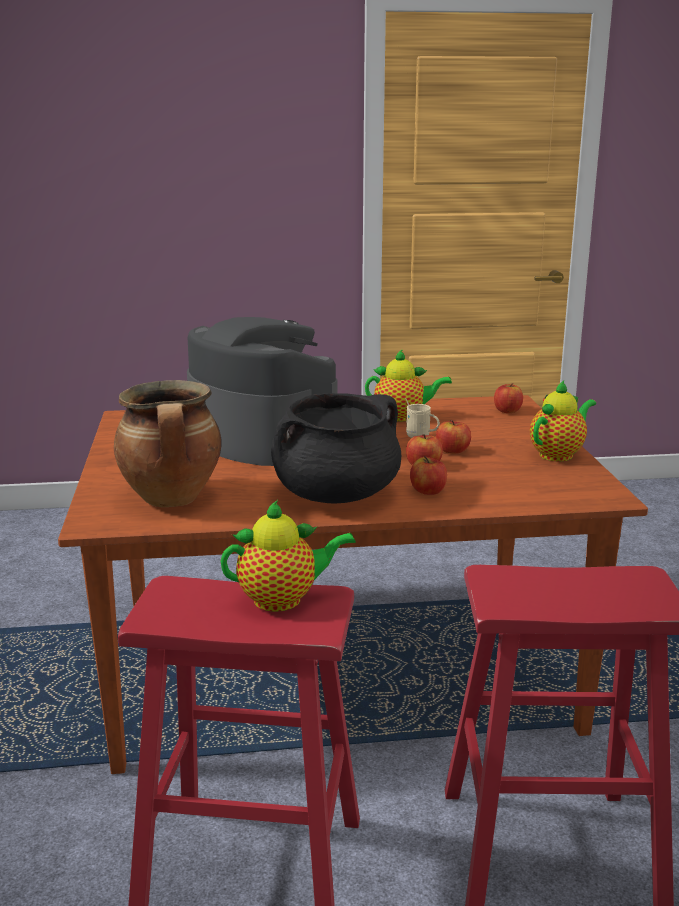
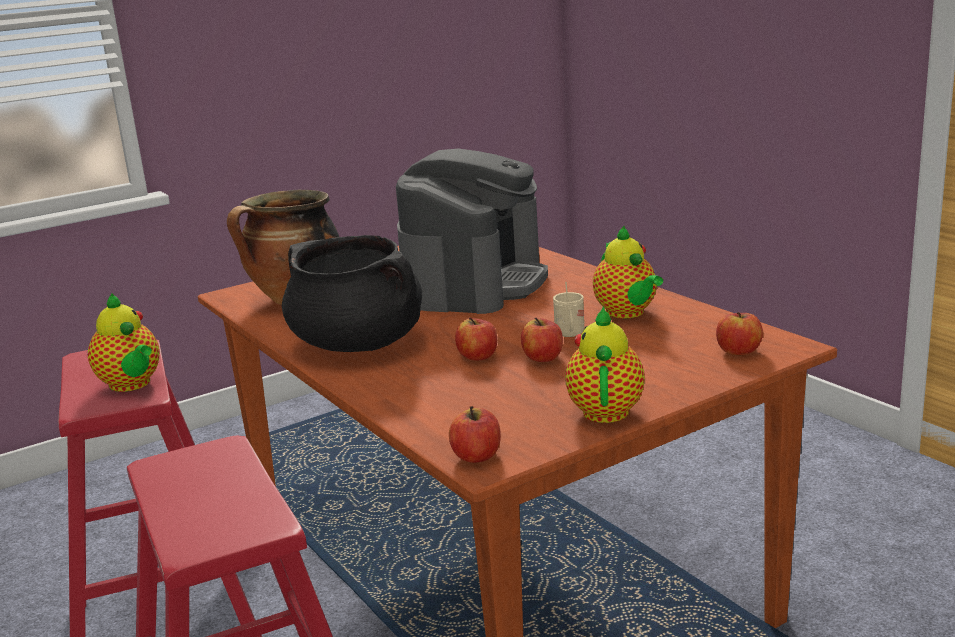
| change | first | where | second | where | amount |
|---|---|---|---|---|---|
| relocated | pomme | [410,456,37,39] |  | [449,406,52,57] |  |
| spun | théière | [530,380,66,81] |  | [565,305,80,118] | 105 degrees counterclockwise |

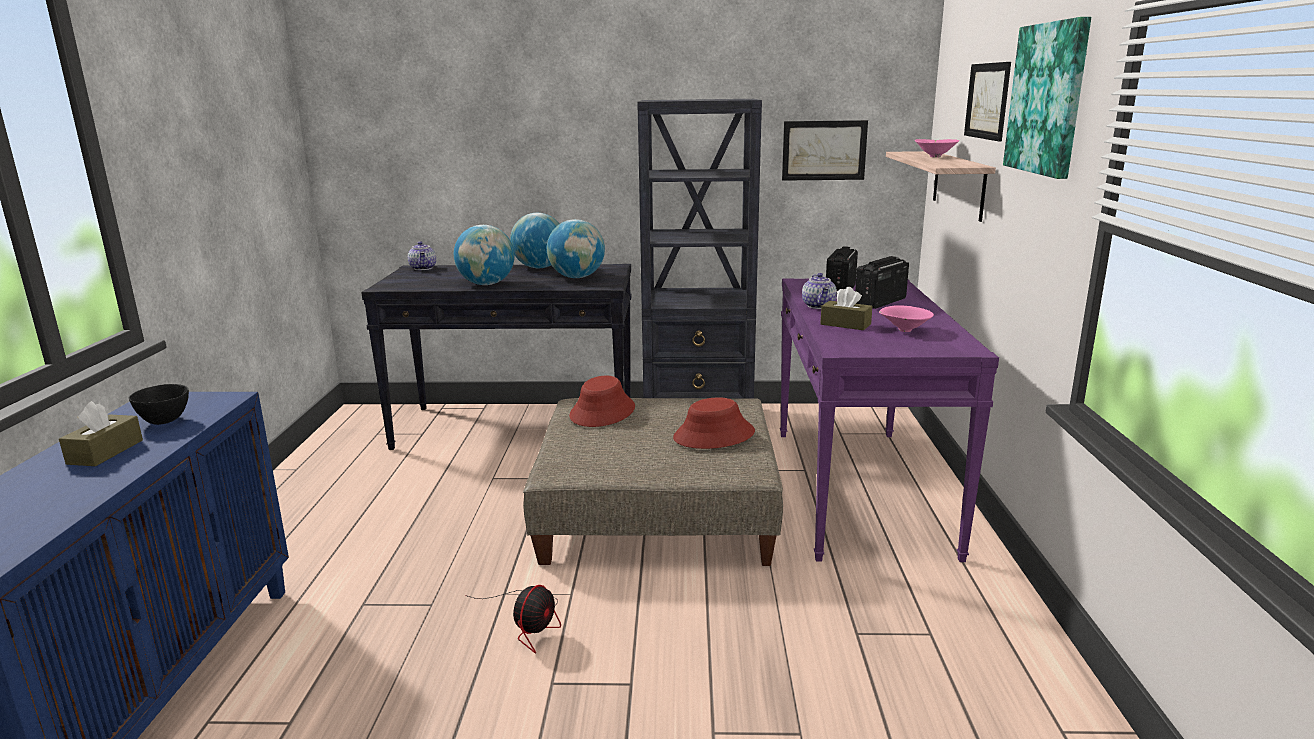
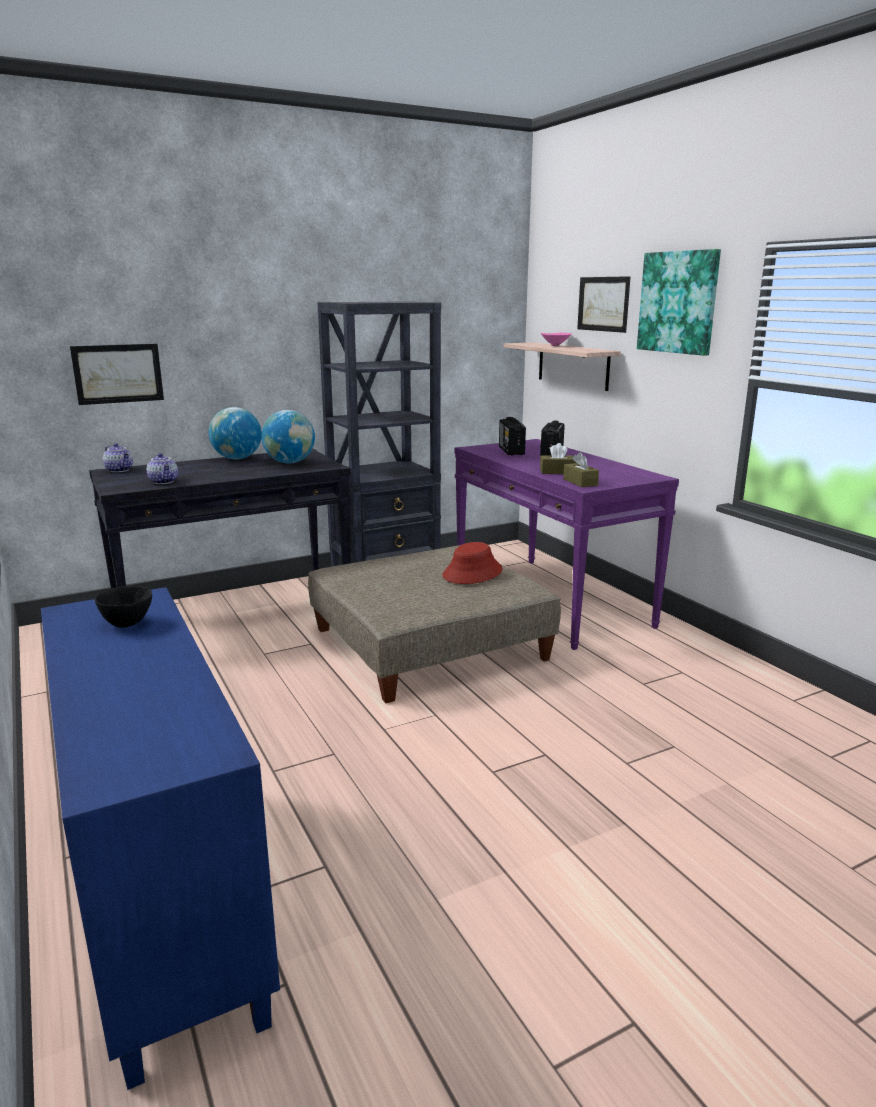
| change | first | where | second | where | amount |
|---|---|---|---|---|---|
| relocated | boîte à mouchoirs (marron) | [59,401,84,65] |  | [563,452,36,35] |  |
| missing | globe | [454,225,61,60] |  |  |  |
| missing | ventilateur | [465,585,96,69] |  |  |  |
| missing | chapeau (rouge) | [569,375,66,52] |  |  |  |
| relocated | tableau | [782,120,86,61] |  | [70,344,94,61] |  |
| relocated | théière | [802,273,35,36] |  | [147,453,31,31] |  |
| missing | bol (rose) | [879,305,55,27] |  |  |  |

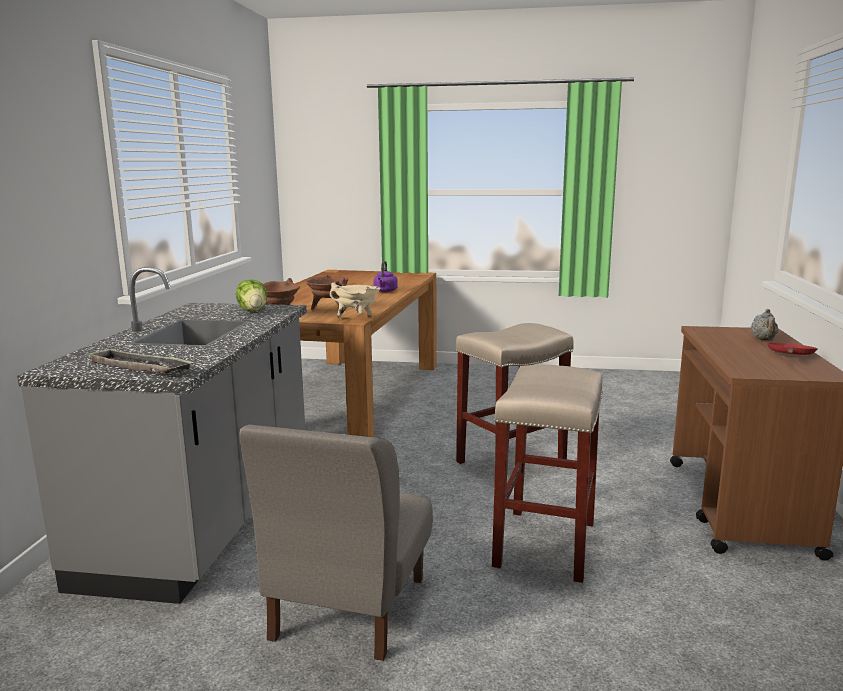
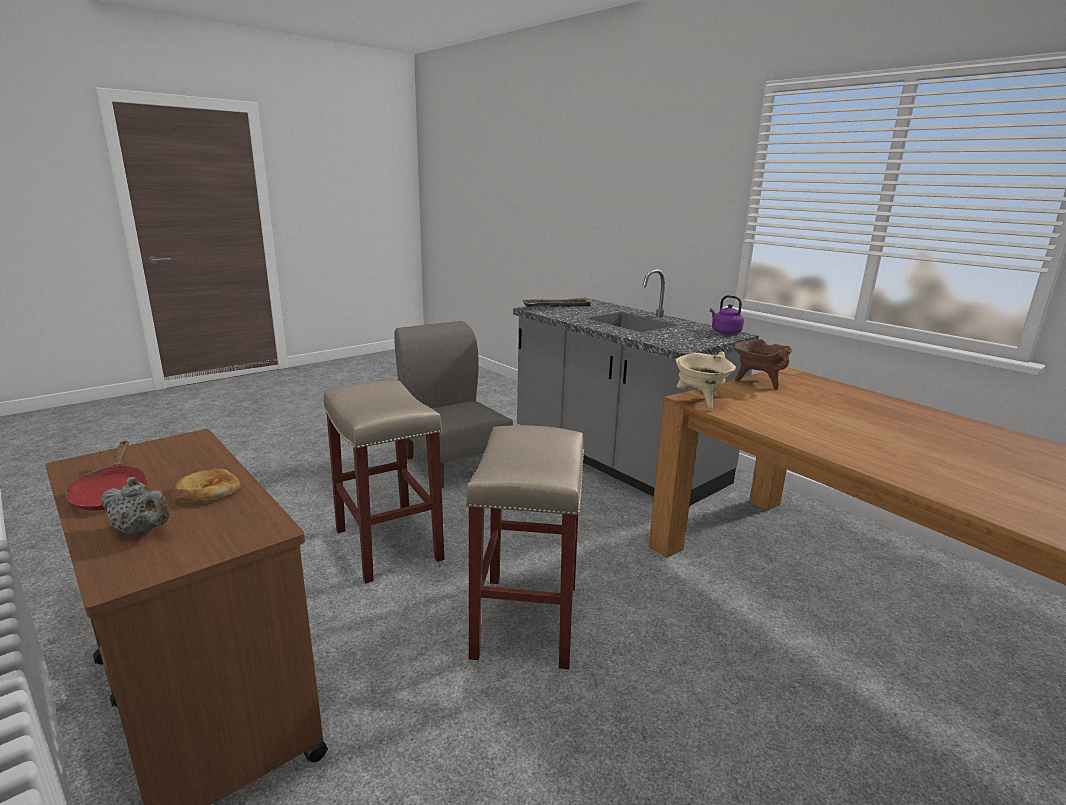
| change | first | where | second | where | amount |
|---|---|---|---|---|---|
| missing | laitue | [236,279,31,32] |  |  |  |
| missing | marmite (marron) | [306,275,43,35] |  |  |  |
| relocated | bouilloire (violet) | [373,261,25,31] |  | [710,295,34,40] |  |
| spun | théière (gris) | [751,309,27,31] |  | [101,477,69,57] | 150 degrees clockwise |
| appeared |  |  | pain | [171,469,70,34] |  |

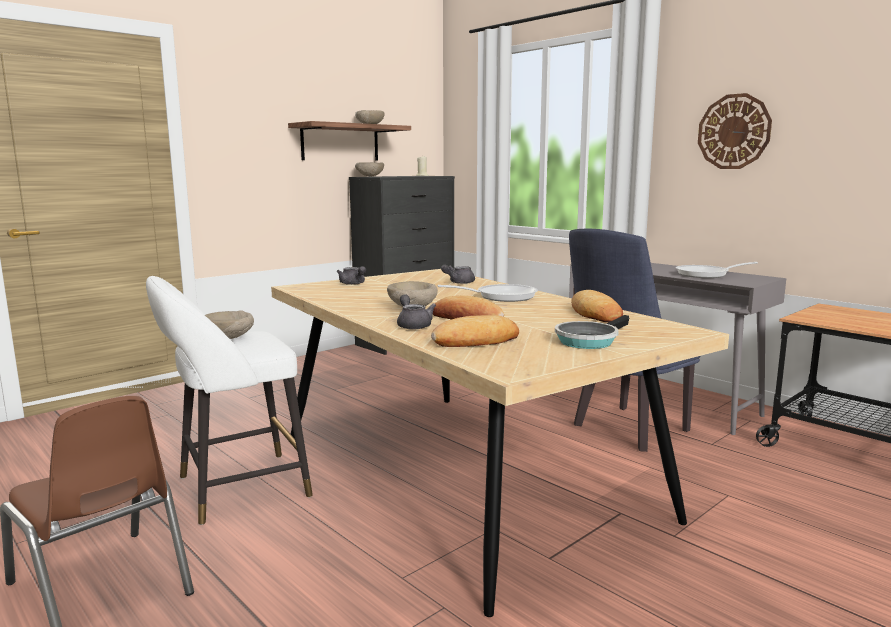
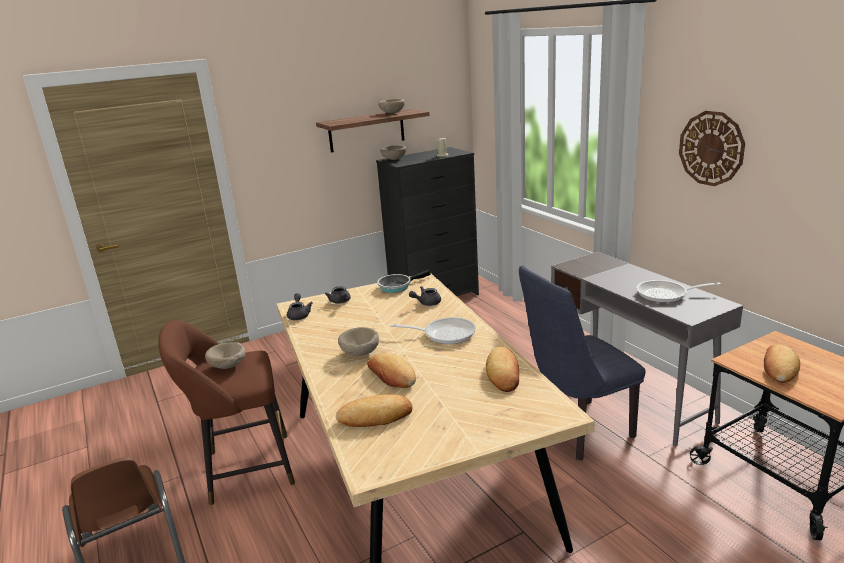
| change | first | where | second | where | amount |
|---|---|---|---|---|---|
| colour | tabouret (blanc) | [146,276,167,249] | tabouret (marron) | [158,320,137,185] |  |
| relocated | théière (gris) | [397,294,39,36] |  | [287,293,26,27] |  |
| relocated | poêle | [555,315,74,34] |  | [377,270,54,23] |  |
| appeared |  |  | pain | [764,344,36,39] |  |

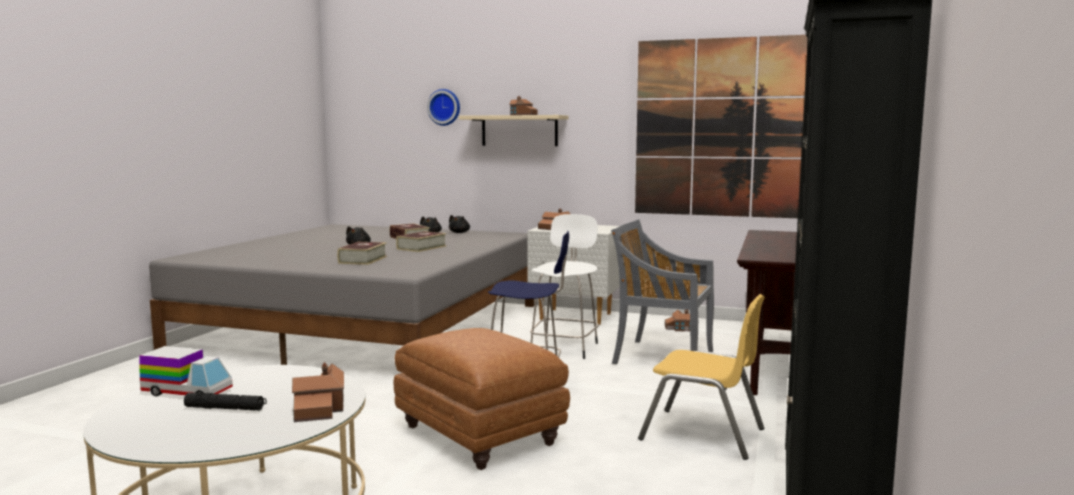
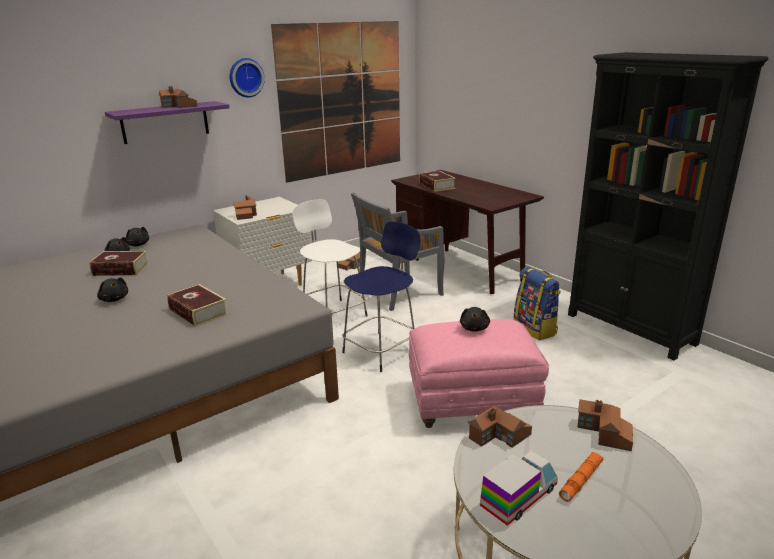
| change | first | where | second | where | amount |
|---|---|---|---|---|---|
| colour | lampe de poche (noir) | [184,393,83,18] | lampe de poche (orange) | [559,452,44,50] |  |
| colour | pouf (marron) | [394,328,176,142] | pouf (rose) | [409,319,140,109] |  |
| relocated | livre | [396,231,51,21] |  | [419,171,37,21] |  |
| relocated | horloge murale | [427,89,33,37] |  | [229,58,36,39] |  |
| colour | étagère (beige) | [459,115,110,31] | étagère (violet) | [105,101,125,43] |  |
| exchanged | chaise (jaune) | [638,294,127,166] | sac à dos | [513,267,48,73] |  |
| appeared |  |  | peluche (noir) | [460,307,30,25] |  |
| appeared |  |  | maison miniature | [468,405,64,43] |  |

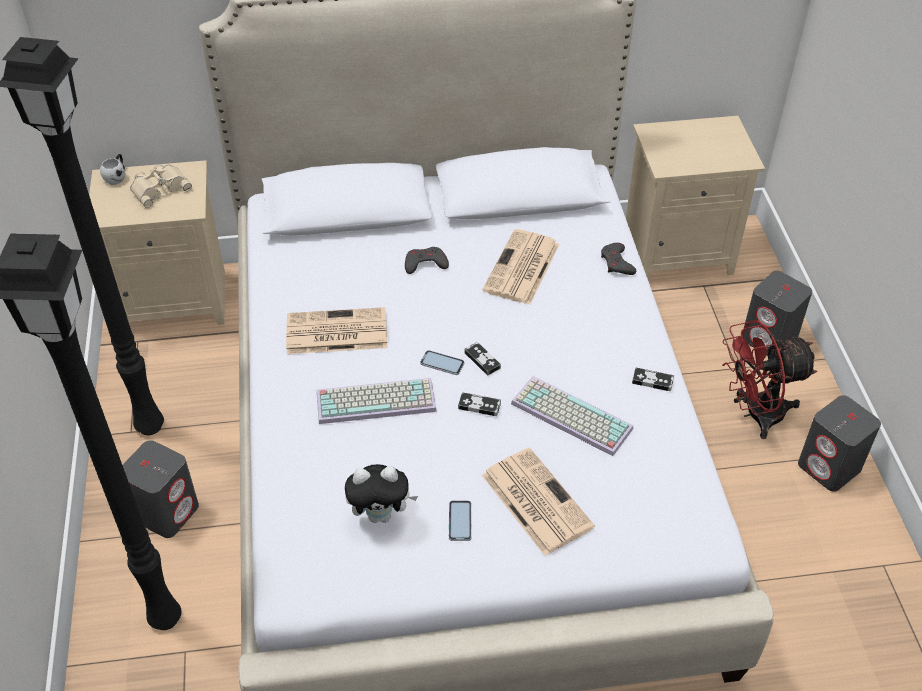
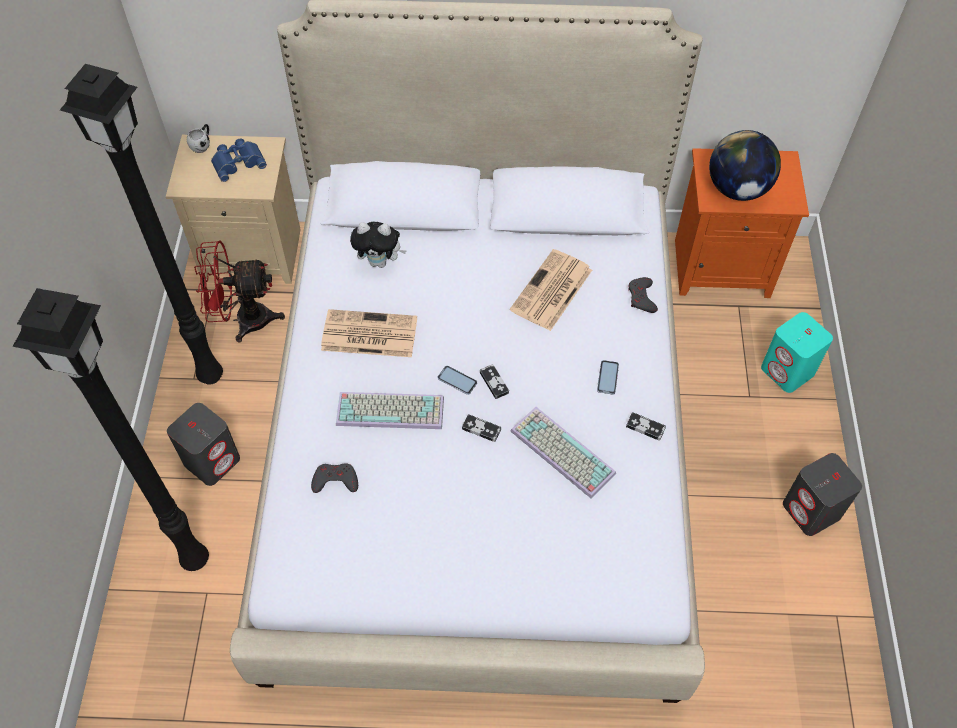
| change | first | where | second | where | amount |
|---|---|---|---|---|---|
| colour | jumelles (beige) | [130,164,62,44] | jumelles (bleu) | [211,138,56,44] |  |
| relocated | peluche | [345,464,73,59] |  | [350,222,56,46] |  |
| relocated | manette (gris) | [405,247,44,27] |  | [311,463,47,30] |  |
| relocated | téléphone | [449,501,23,40] |  | [597,360,22,34] |  |
| missing | journal | [482,448,113,108] |  |  |  |
| colour | table de chevet (beige) | [626,116,139,164] | table de chevet (orange) | [675,148,134,150] |  |
| relocated | ventilateur (rouge) | [722,321,95,118] |  | [194,241,91,102] |  |
| colour | enceinte (gris) | [743,271,69,85] | enceinte (turquoise) | [761,312,72,81] |  |
| appeared |  |  | globe | [709,130,72,71] |  |

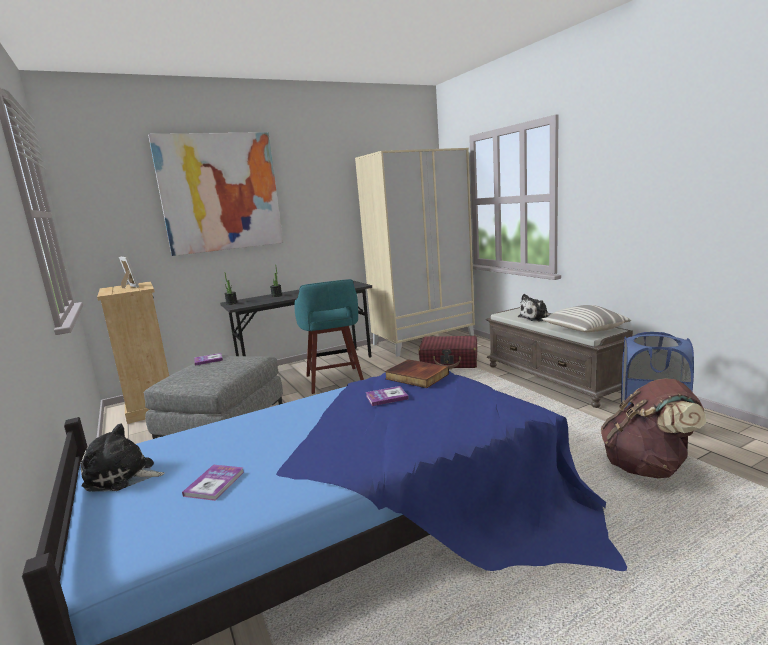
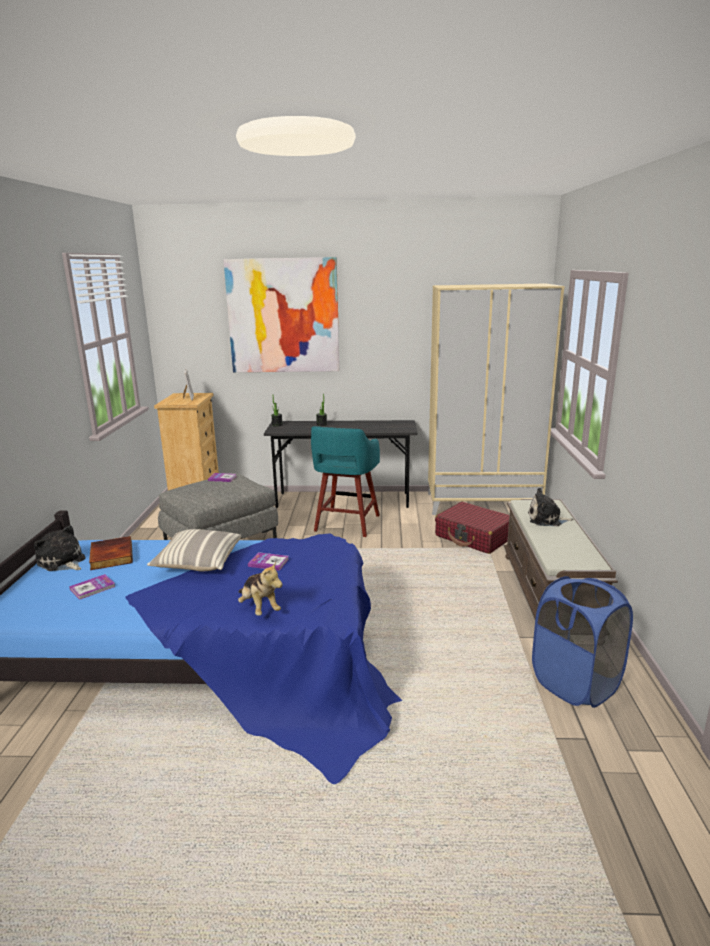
| change | first | where | second | where | amount |
|---|---|---|---|---|---|
| relocated | livre | [385,359,64,29] |  | [89,536,44,34] |  |
| relocated | coussin | [542,305,89,27] |  | [147,529,94,42] |  |
| missing | sac à dos (marron) | [601,378,105,100] |  |  |  |
| appeared |  |  | peluche | [238,561,45,55] |  |

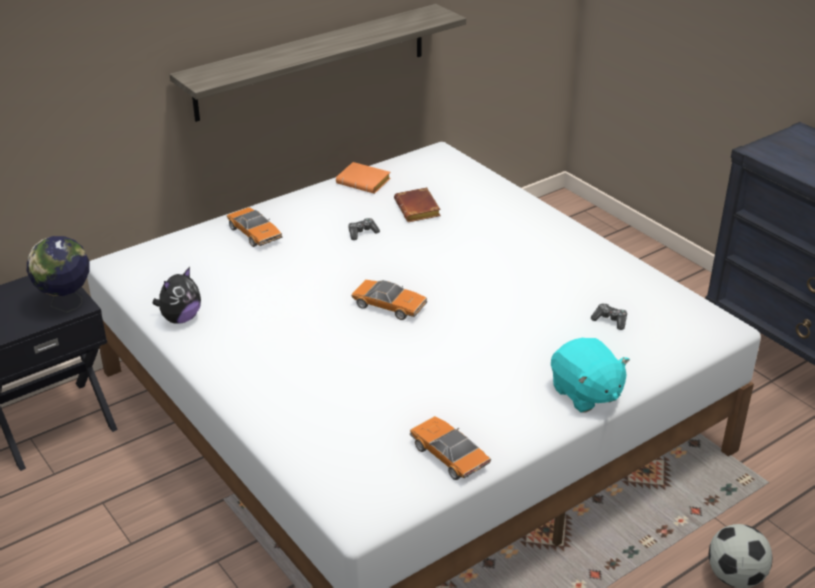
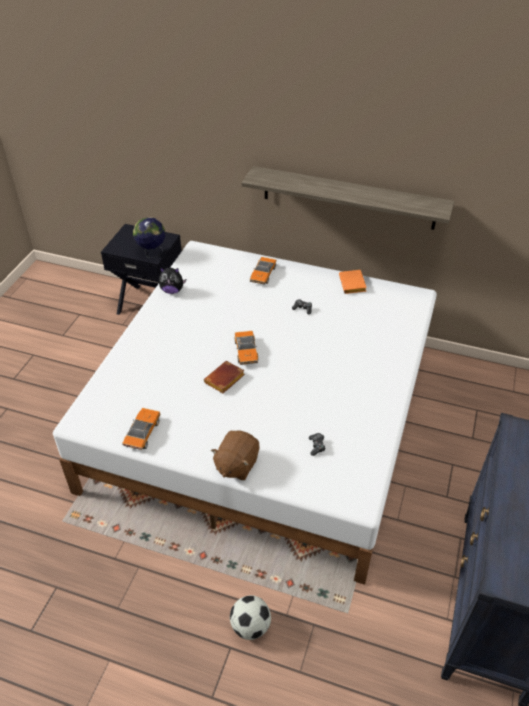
| change | first | where | second | where | amount |
|---|---|---|---|---|---|
| relocated | livre (marron) | [394,187,47,35] |  | [204,361,41,32] |  |
| colour | peluche (turquoise) | [551,338,79,75] | peluche (marron) | [211,430,48,50] |  |

